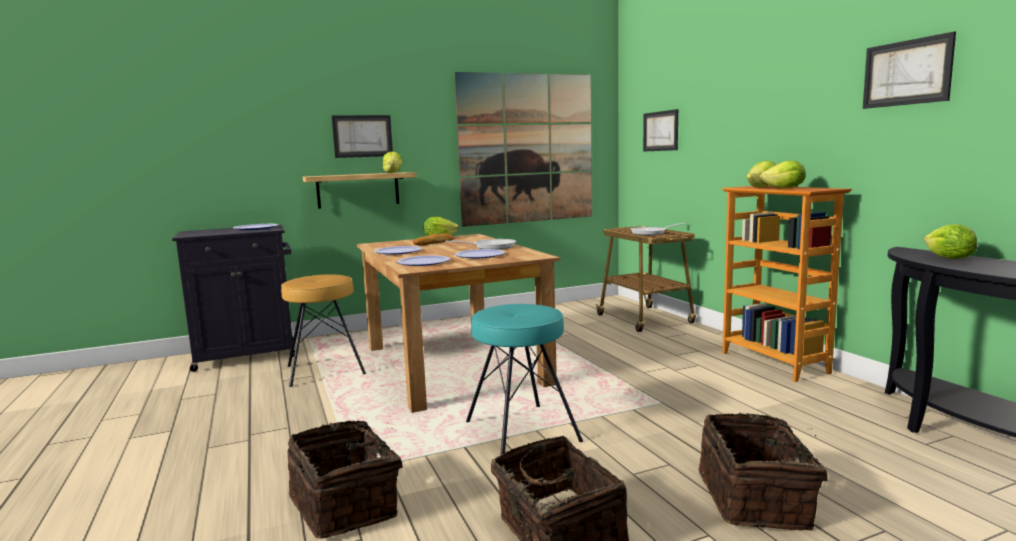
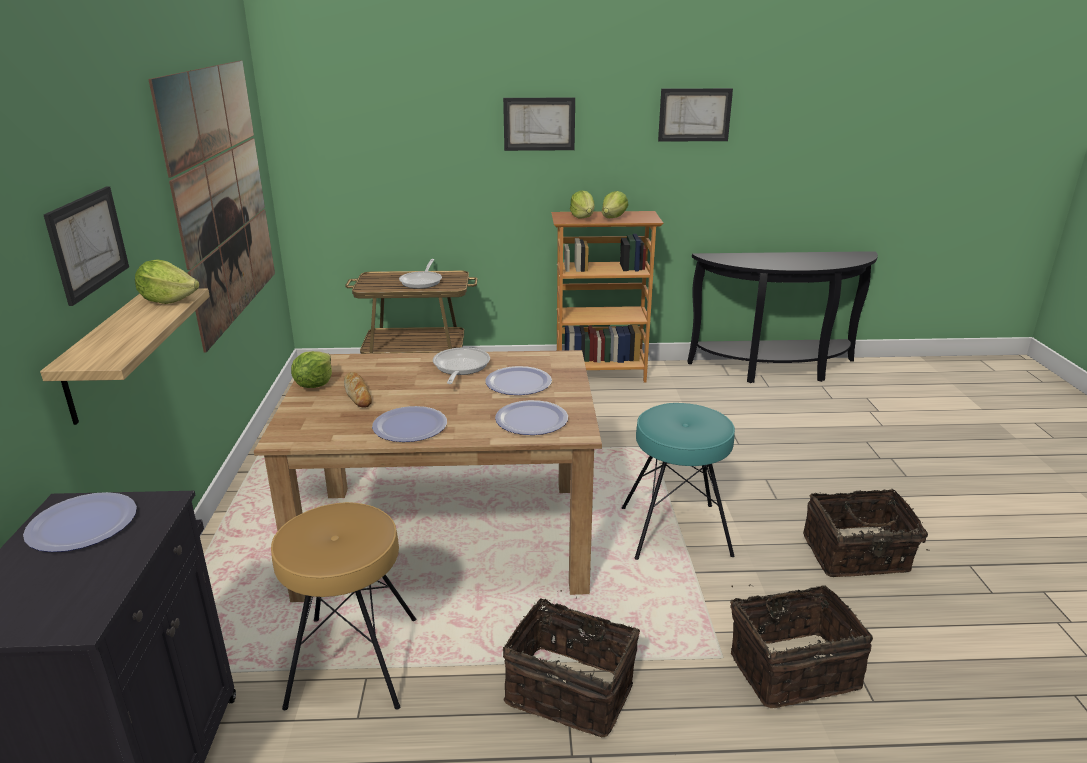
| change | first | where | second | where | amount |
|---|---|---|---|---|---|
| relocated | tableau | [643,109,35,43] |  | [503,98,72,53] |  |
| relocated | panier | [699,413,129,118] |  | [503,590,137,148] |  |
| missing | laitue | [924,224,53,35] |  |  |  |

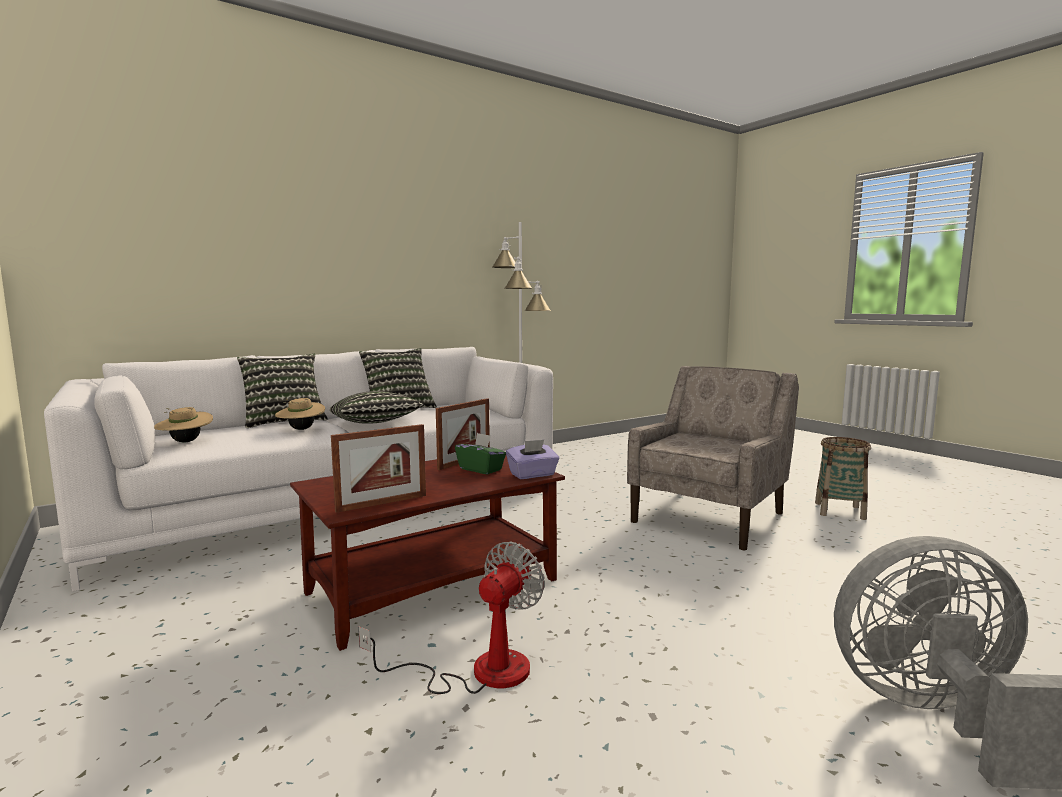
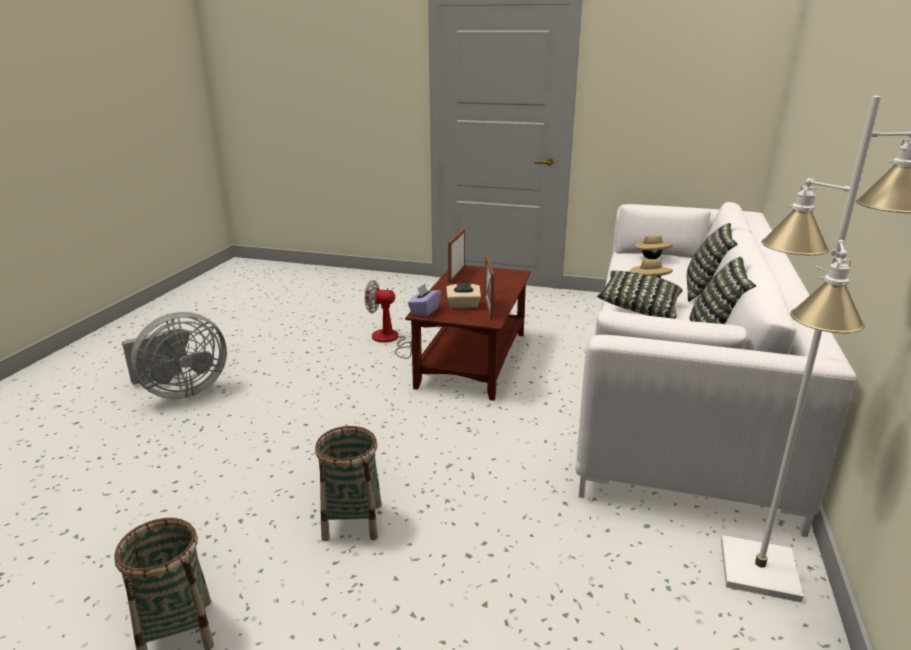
| change | first | where | second | where | amount |
|---|---|---|---|---|---|
| spun | ventilateur | [358,542,187,152] |  | [365,280,47,79] | 105 degrees clockwise |
| colour | boîte à mouchoirs (vert) | [455,433,51,41] | boîte à mouchoirs (beige) | [446,282,35,27] |  |
| exchanged | fauteuil (beige) | [627,366,172,184] | panier | [315,426,67,115] |  |

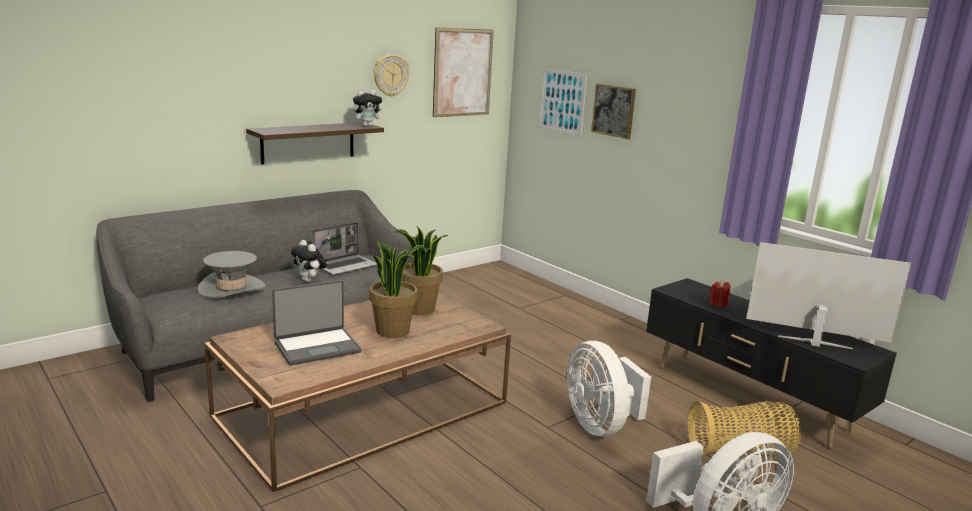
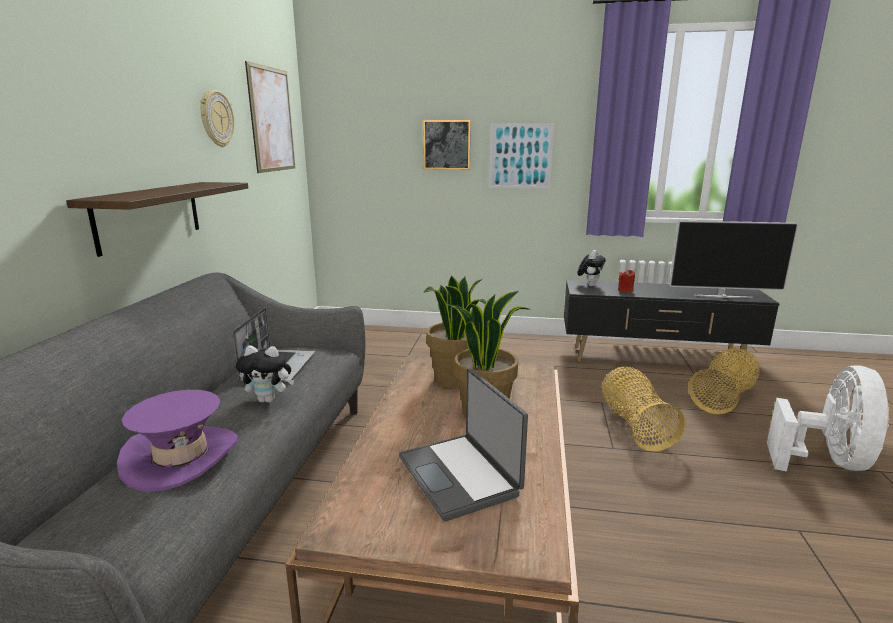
| change | first | where | second | where | amount |
|---|---|---|---|---|---|
| colour | chapeau (gris) | [197,251,69,47] | chapeau (violet) | [117,390,122,102] |  |
| spun | ordinateur portable | [272,280,90,86] |  | [399,369,129,152] | 135 degrees clockwise |
| relocated | peluche | [352,90,33,37] |  | [577,250,29,36] |  |
| relocated | tableau | [539,68,48,68] |  | [489,123,65,66] |  |
| exchanged | ventilateur (blanc) | [567,341,84,96] | panier | [602,366,83,85] |  |
| spun | téléviseur | [746,242,165,107] |  | [669,221,130,77] | 150 degrees counterclockwise |

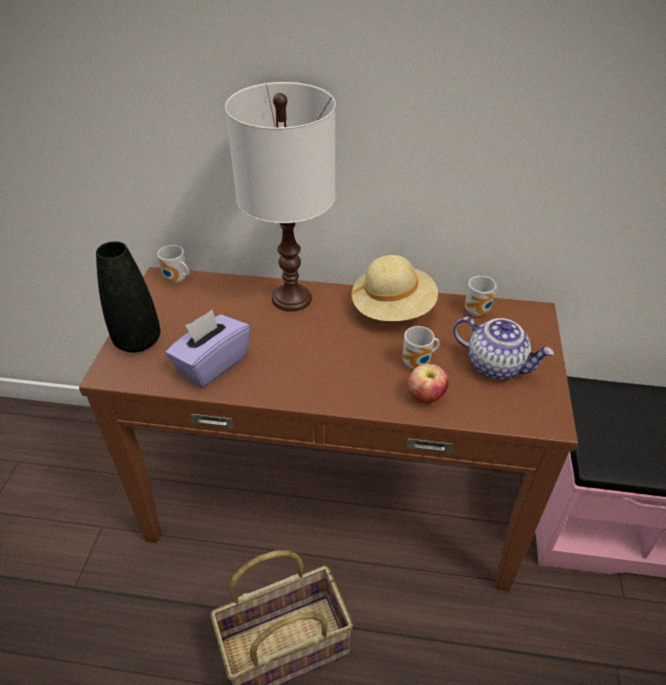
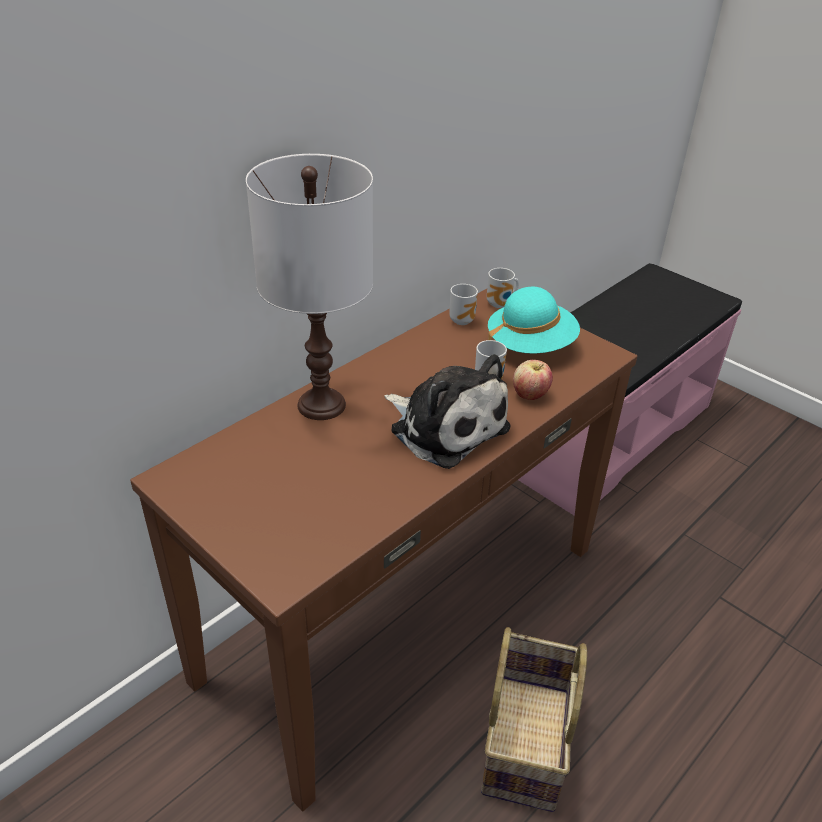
| change | first | where | second | where | amount |
|---|---|---|---|---|---|
| missing | vase (noir) | [96,241,64,111] |  |  |  |
| relocated | mug | [157,245,32,39] |  | [487,268,32,40] |  |
| missing | boîte à mouchoirs (violet) | [165,309,86,78] |  |  |  |
| missing | chapeau (beige) | [350,255,88,66] |  |  |  |
| exchanged | théière | [453,317,101,63] | chapeau (turquoise) | [488,287,92,67] |  |
| appeared |  |  | peluche | [385,354,126,115] |  |

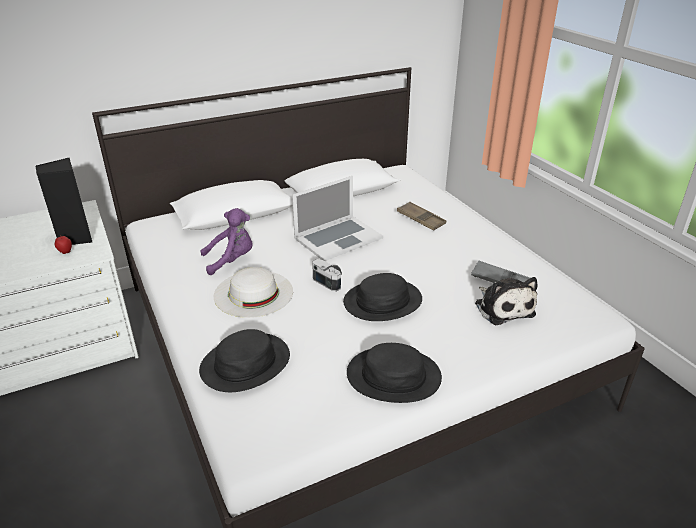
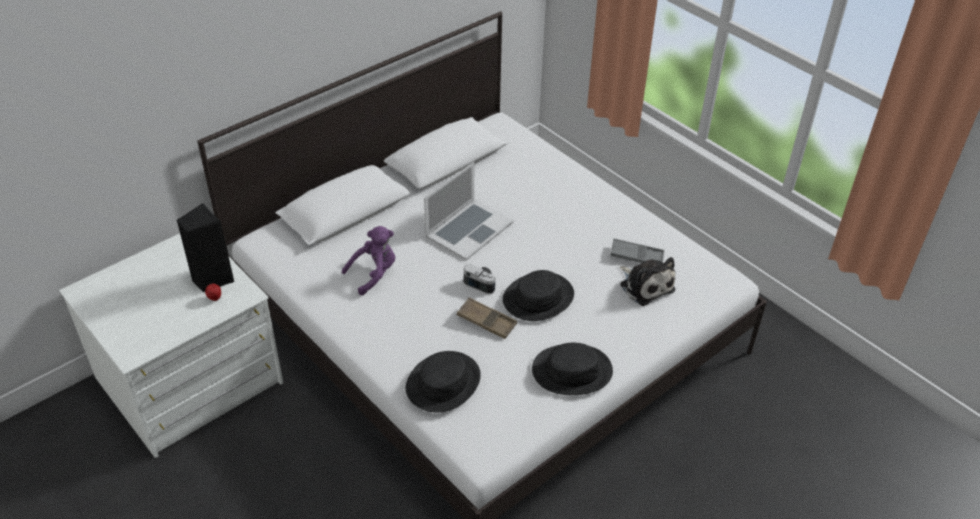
| change | first | where | second | where | amount |
|---|---|---|---|---|---|
| missing | chapeau (blanc) | [214,267,79,51] |  |  |  |
| relocated | plateau (marron) | [397,202,49,29] |  | [457,297,60,42] |  |

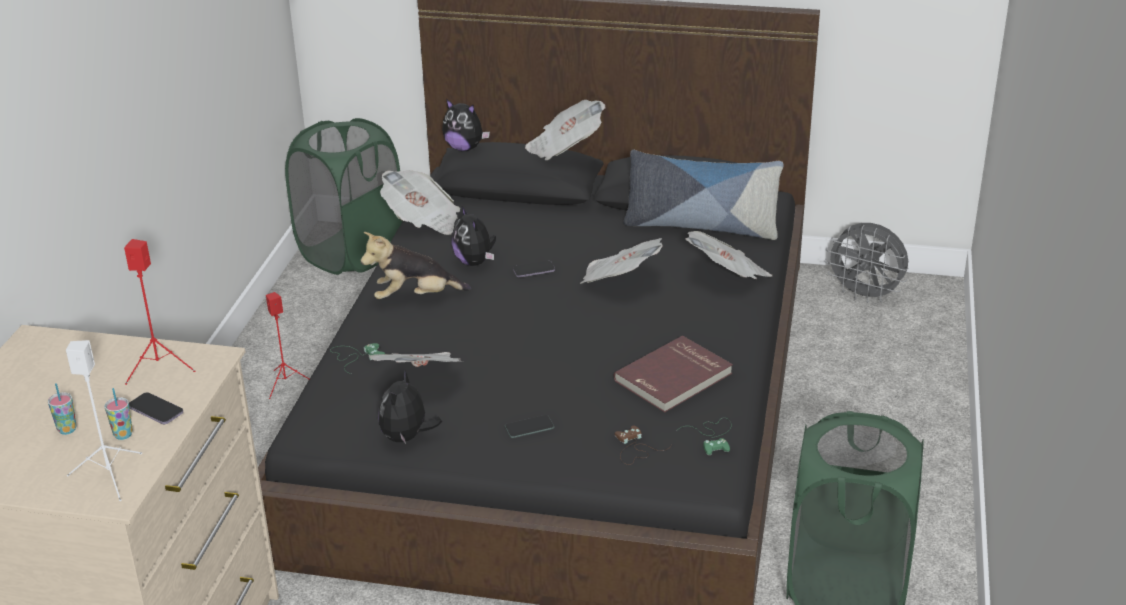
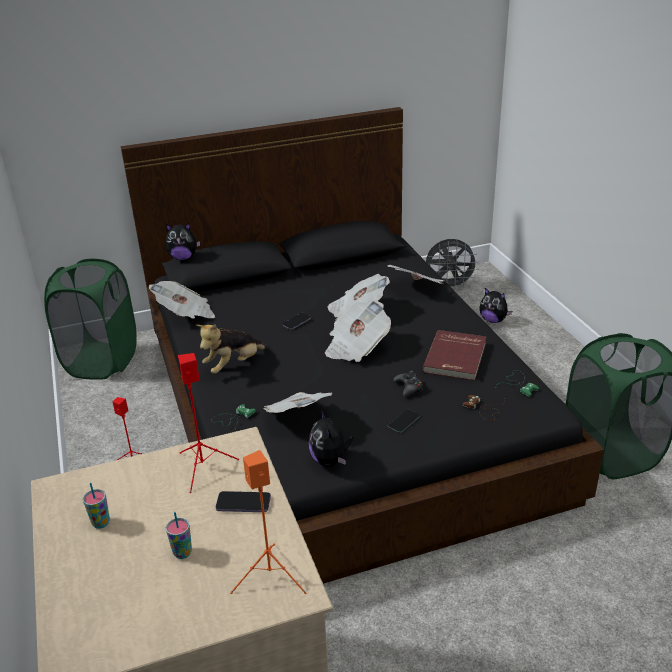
| change | first | where | second | where | amount |
|---|---|---|---|---|---|
| colour | enceinte (blanc) | [66,340,76,161] | enceinte (orange) | [230,450,76,144] |  |
| relocated | tasse | [105,388,28,52] |  | [83,483,27,46] |  |
| relocated | peluche | [451,206,45,60] |  | [479,288,33,35] |  |
| relocated | journal | [525,99,81,61] |  | [325,301,66,61] |  |
| missing | coussin | [623,150,161,90] |  |  |  |
| appeared |  |  | manette (noir) | [394,370,29,27] |  |

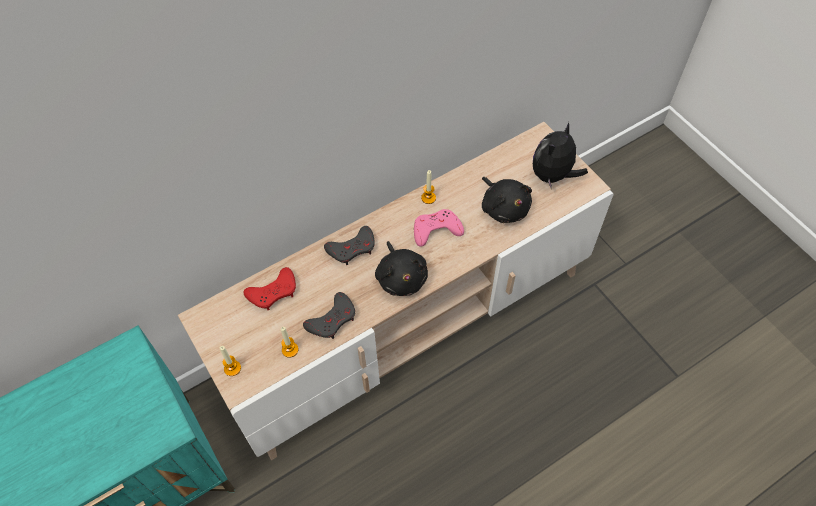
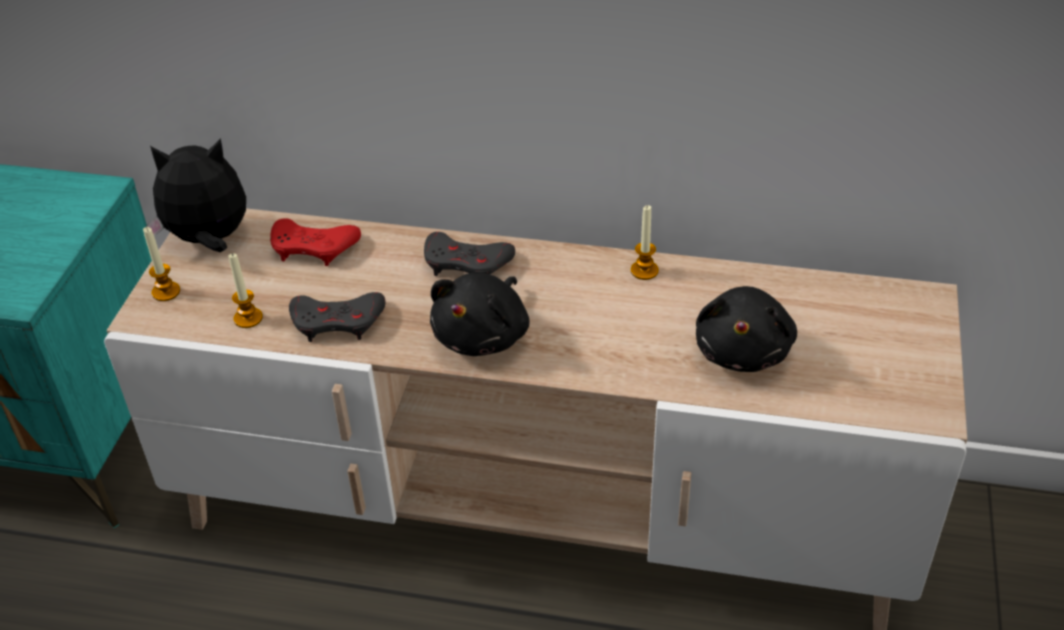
| change | first | where | second | where | amount |
|---|---|---|---|---|---|
| missing | manette (rose) | [414,209,50,38] |  |  |  |
| relocated | peluche | [533,122,55,66] |  | [146,138,100,114] |  |

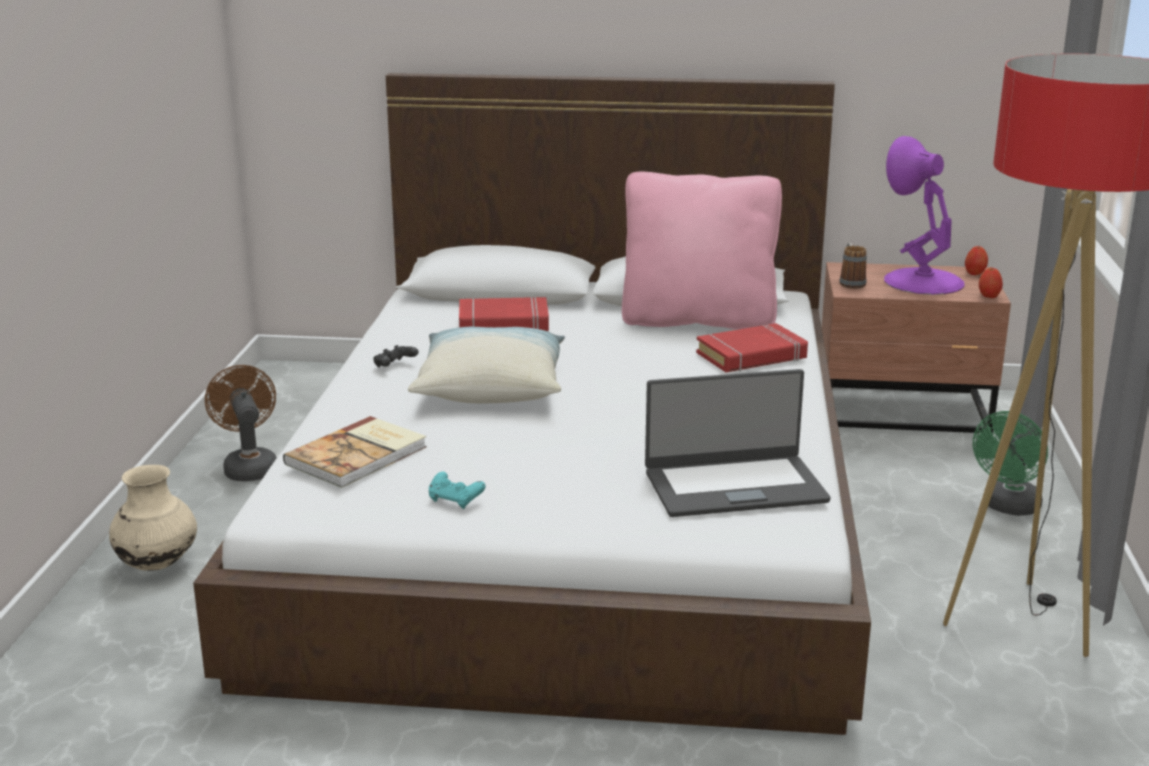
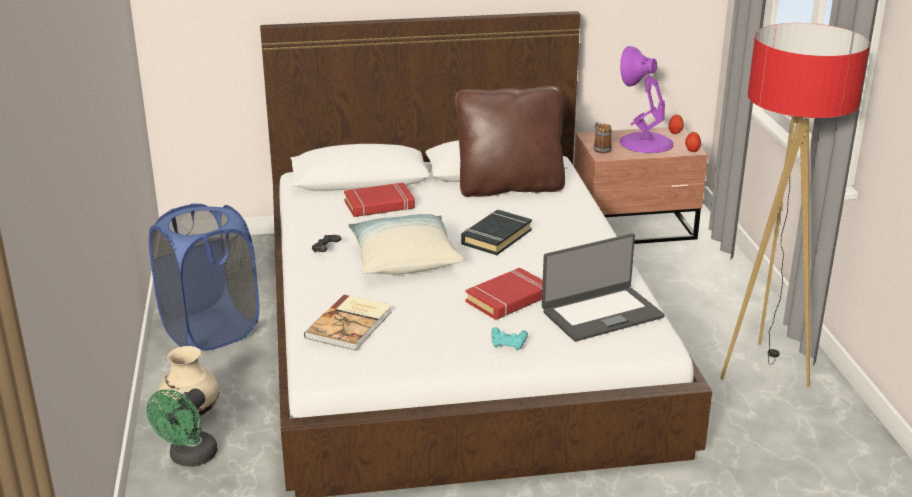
| change | first | where | second | where | amount |
|---|---|---|---|---|---|
| exchanged | ventilateur (marron) | [205,365,71,117] | panier à linge (bleu) | [149,203,110,148] |  |
| relocated | manette (turquoise) | [429,472,57,37] |  | [491,327,37,24] |  |
| colour | coussin (rose) | [622,172,160,157] | coussin (marron) | [455,86,110,111] |  |
| relocated | livre (rouge) | [696,323,112,49] |  | [466,268,77,52] |  |
| relocated | ventilateur (vert) | [973,411,75,105] |  | [147,388,70,79] |  |
| appeared |  |  | livre (noir) | [461,209,71,46] |  |

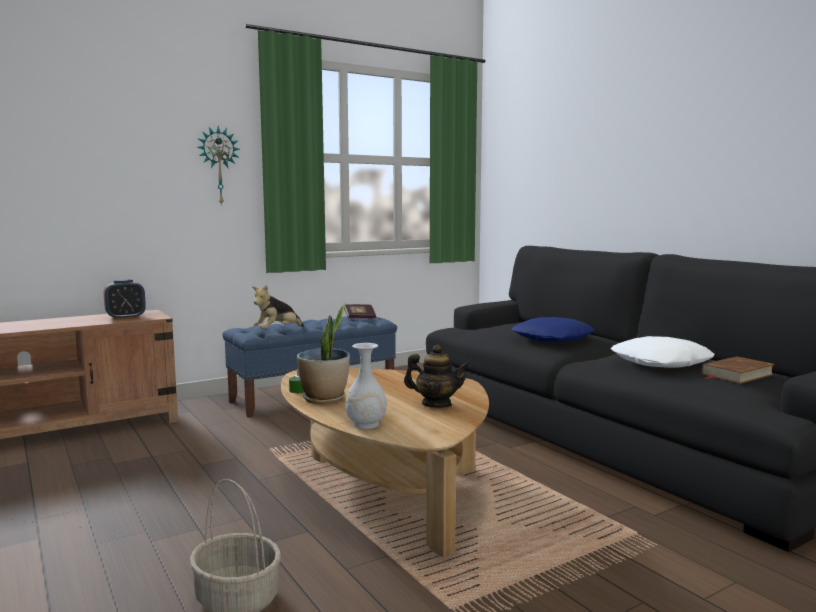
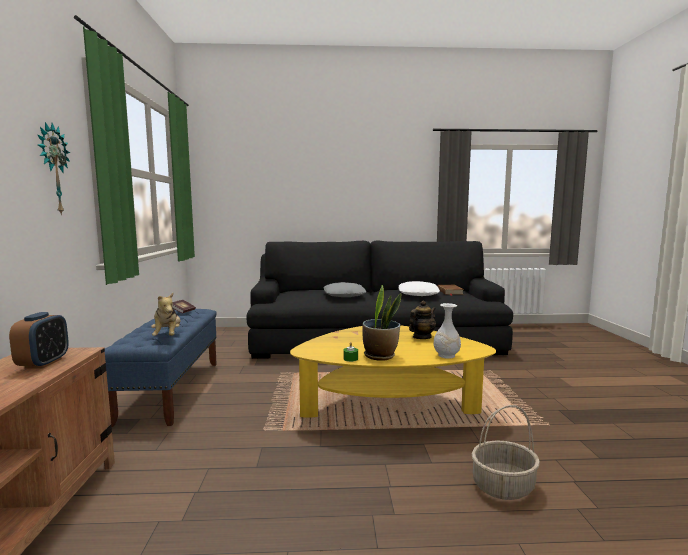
| change | first | where | second | where | amount |
|---|---|---|---|---|---|
| colour | table basse (marron) | [281,368,208,189] | table basse (jaune) | [290,325,206,93] |  |
| colour | coussin (bleu) | [512,317,82,25] | coussin (gris) | [323,282,43,15] |  |

